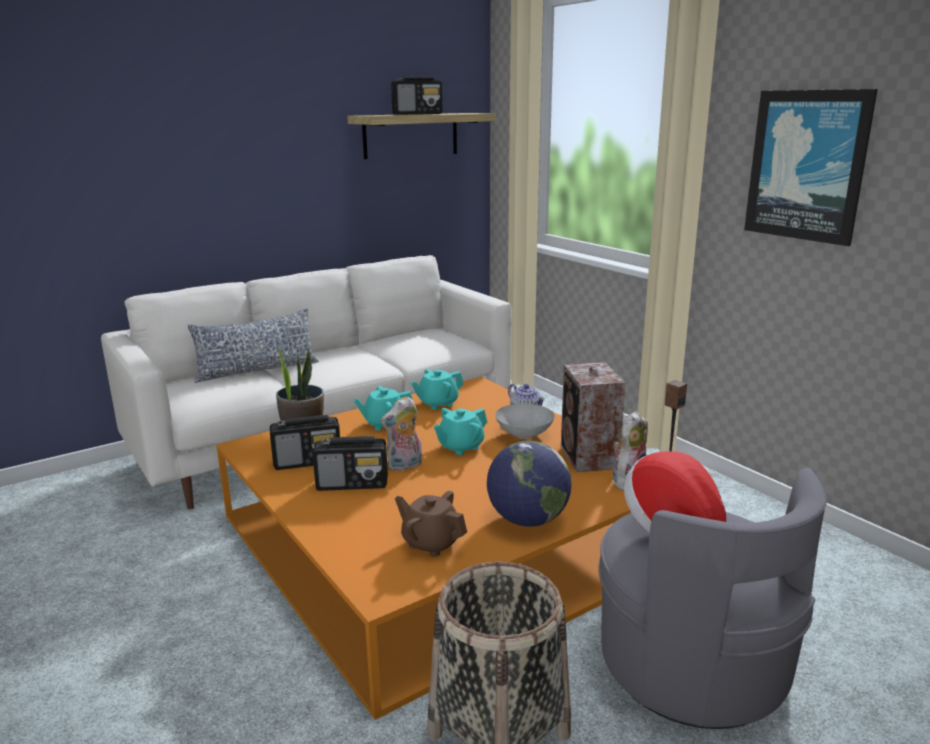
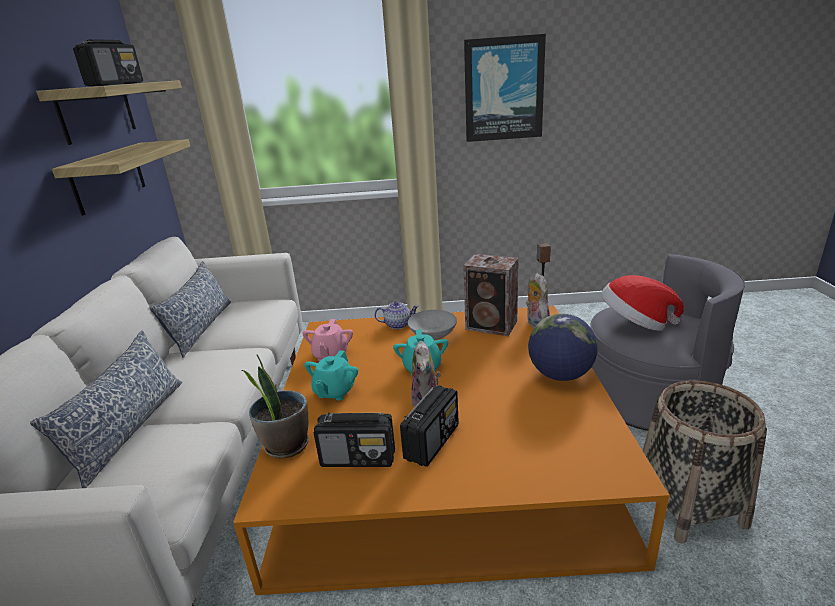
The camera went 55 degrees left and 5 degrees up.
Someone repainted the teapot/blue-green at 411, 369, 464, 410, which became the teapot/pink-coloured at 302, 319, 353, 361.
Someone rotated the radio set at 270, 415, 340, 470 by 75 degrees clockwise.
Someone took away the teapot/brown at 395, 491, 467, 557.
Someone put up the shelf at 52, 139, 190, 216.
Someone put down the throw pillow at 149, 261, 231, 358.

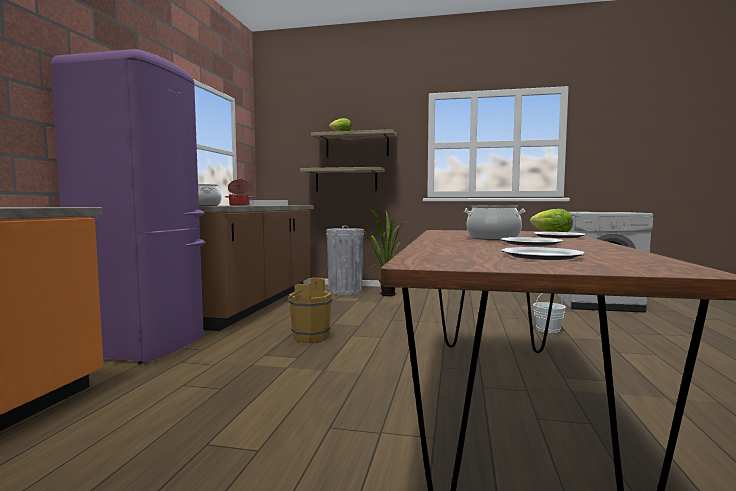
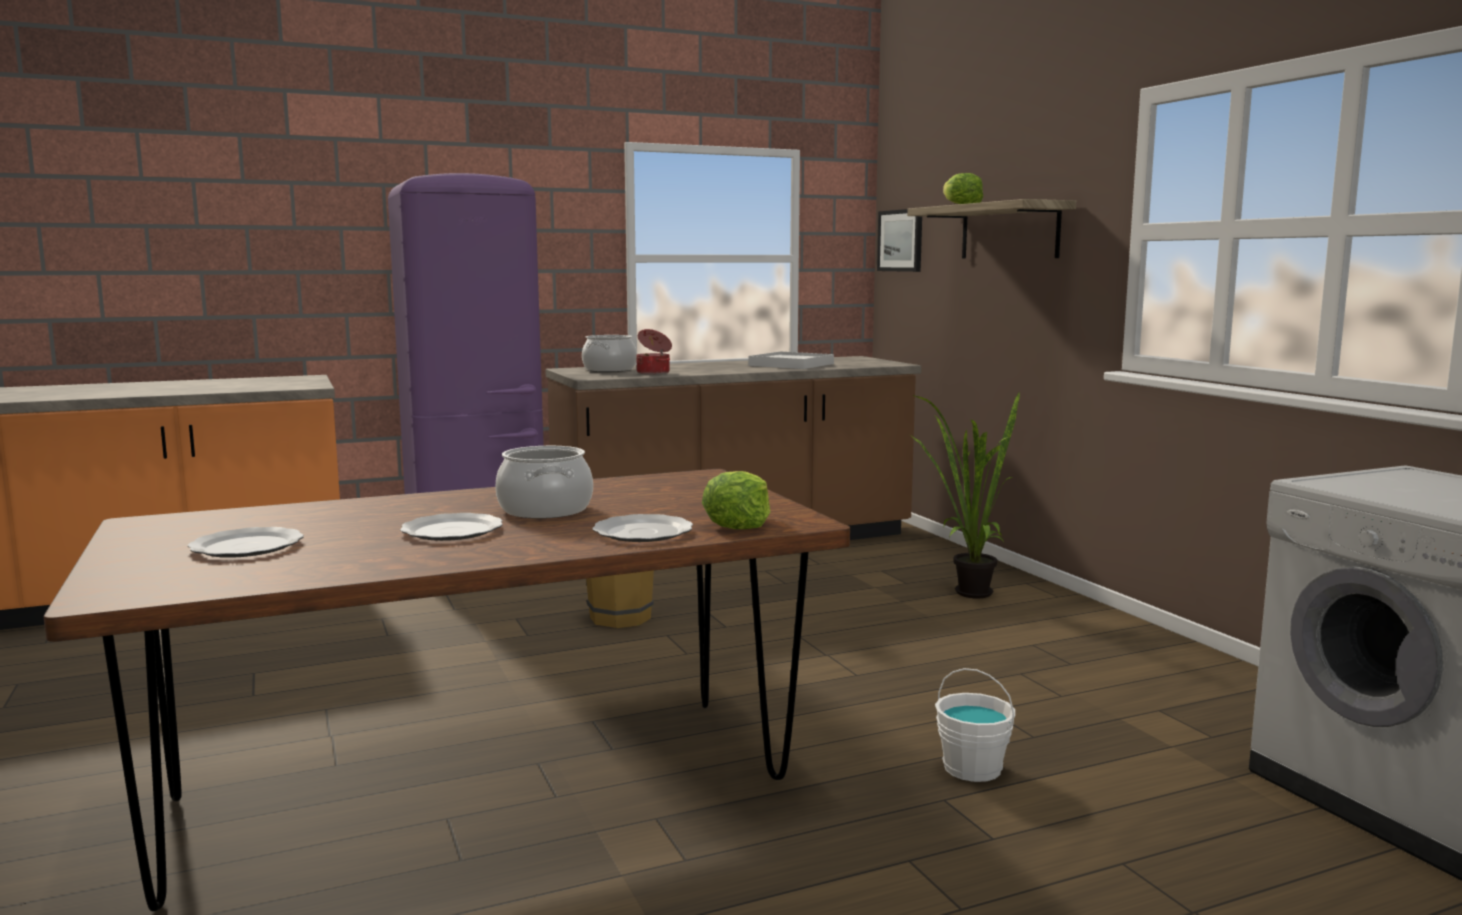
The camera went 55 degrees right and 5 degrees up.
Someone took away the shelf at 300, 167, 385, 191.
Someone took away the waste bin/gray at 326, 226, 364, 295.
Someone put up the wall art at 877, 209, 922, 272.

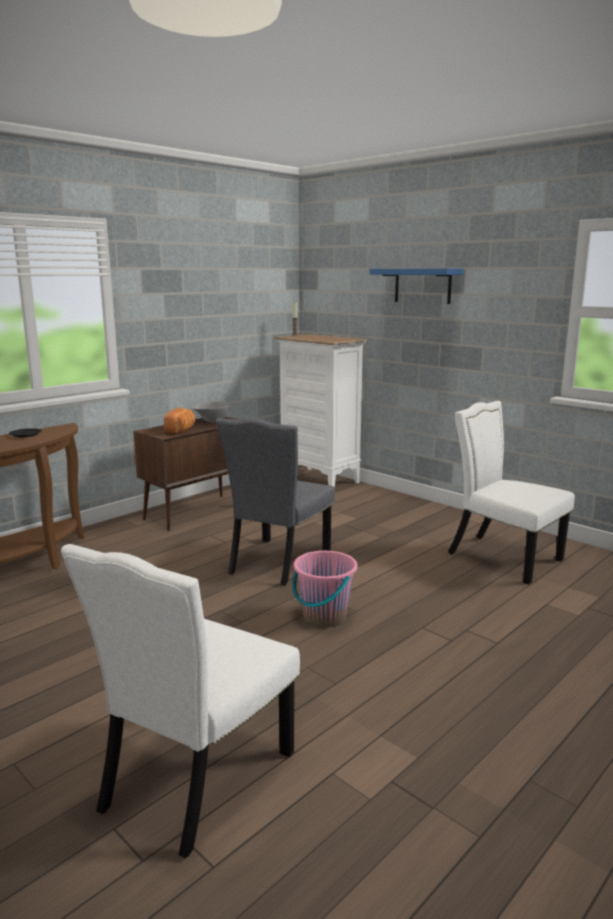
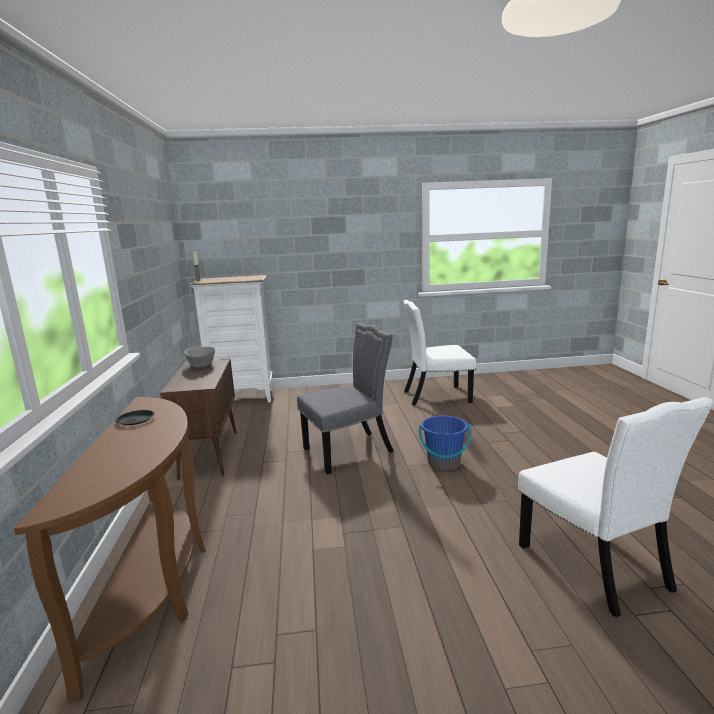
The camera went 50 degrees left and 0 degrees up.
Someone took away the shelf/blue at 369, 268, 463, 304.
Someone took away the bread at 164, 408, 195, 433.
Someone rotated the upright chair/gray at 216, 418, 335, 586 by 90 degrees counterclockwise.
Someone repainted the bucket/pink-coloured at 292, 551, 358, 627, which became the bucket/blue at 419, 415, 471, 470.

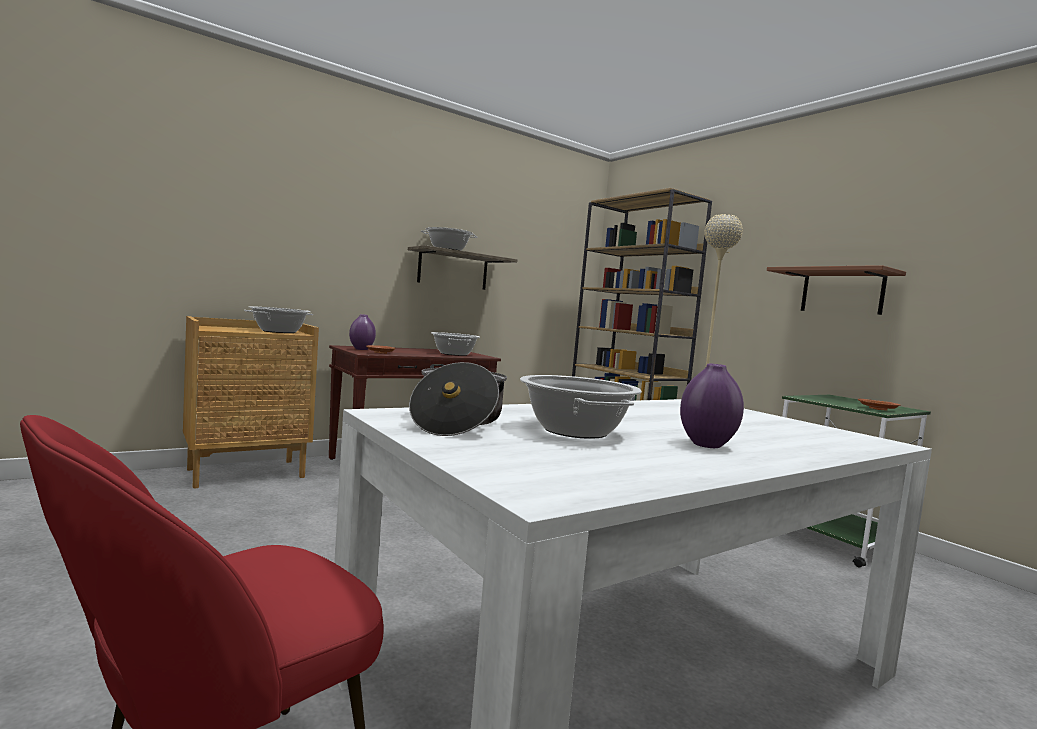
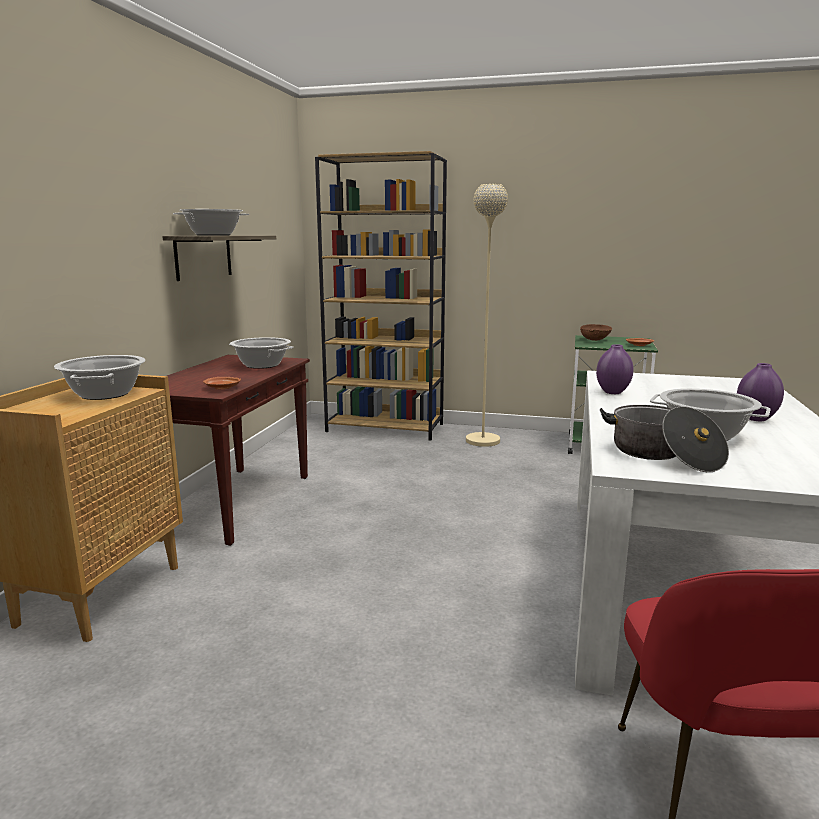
The camera went 40 degrees left and 10 degrees up.
Someone took away the shelf/brown at 767, 265, 906, 315.
Someone carried the decorative vase/purple-coloured from 349, 314, 376, 350 to 596, 344, 634, 394.
Someone put down the serving bowl/brown at 580, 324, 613, 341.

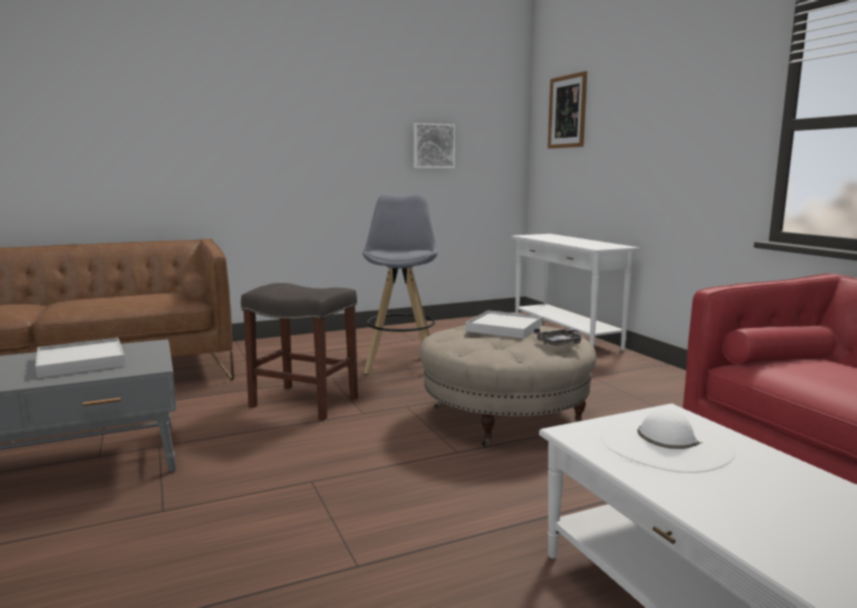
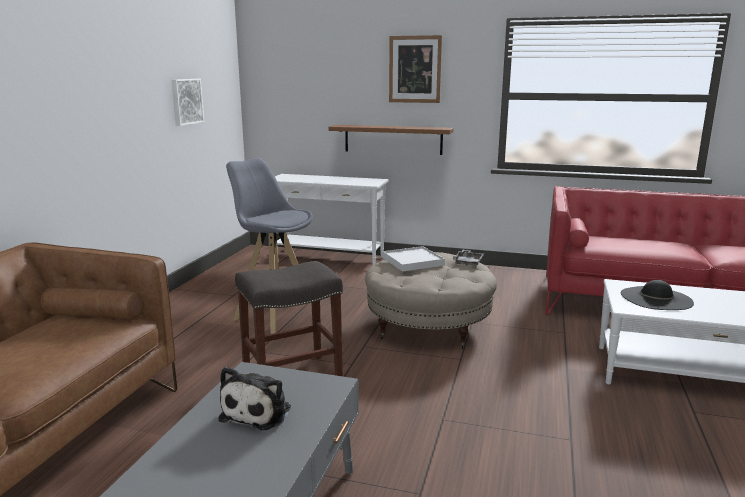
The camera went 50 degrees left and 5 degrees up.
Someone carried the wall art from 548, 71, 587, 149 to 389, 35, 442, 103.
Someone swapped the tray/white at 35, 338, 125, 378 for the plush toy at 218, 367, 291, 430.
Someone repainted the hat/white at 601, 408, 735, 473, which became the hat/black at 620, 280, 694, 310.
Someone put up the shelf/brown at 328, 125, 453, 155.

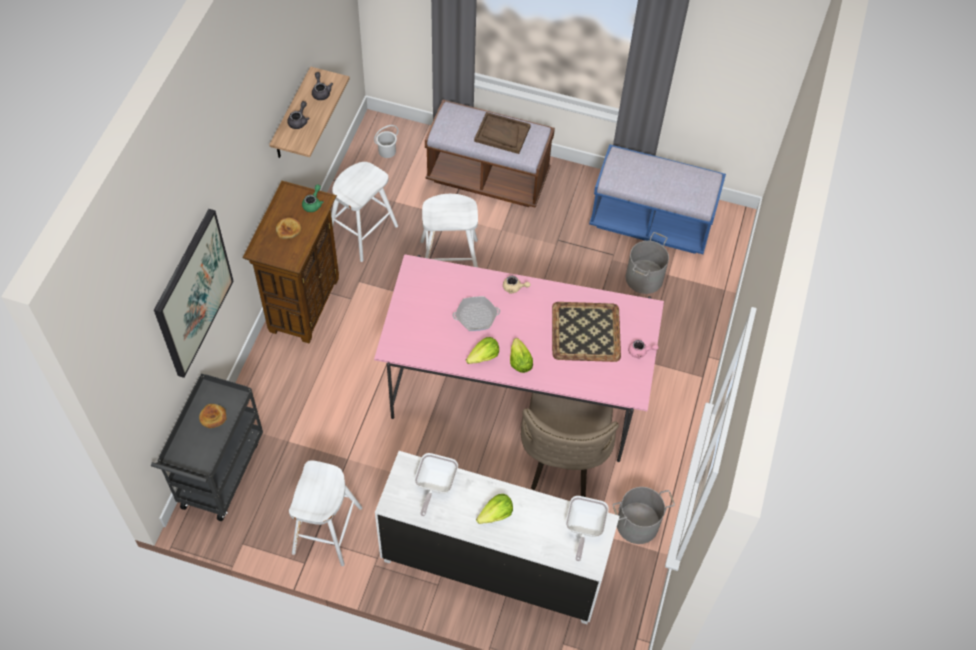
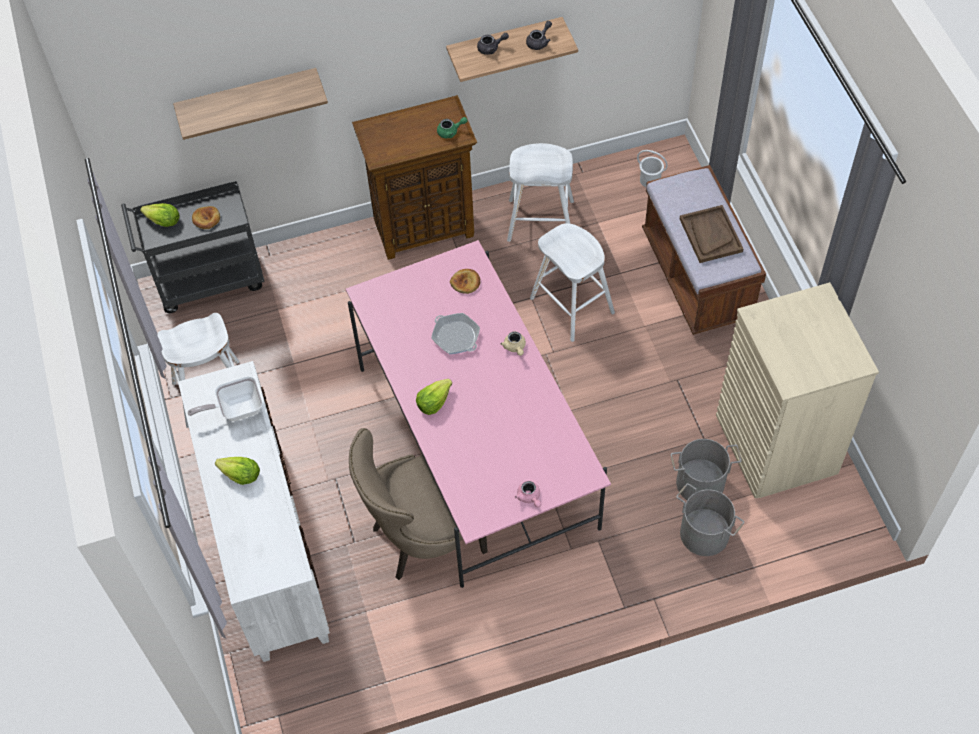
The camera went 60 degrees right and 0 degrees up.
Someone swapped the bench/blue at 589, 144, 726, 254 for the drawer chest/beige-coloured at 716, 282, 879, 498.
Someone swapped the wall art at 154, 209, 233, 378 for the shelf at 173, 68, 328, 140.
Someone carried the bread from 276, 217, 301, 239 to 450, 269, 480, 294.
Someone took away the tray at 552, 302, 621, 362.
Someone carried the lettuce from 466, 337, 499, 364 to 140, 203, 180, 227.
Someone carried the bucket/gray from 613, 487, 675, 544 to 676, 483, 744, 556.
Someone took away the pan at 566, 496, 608, 561.

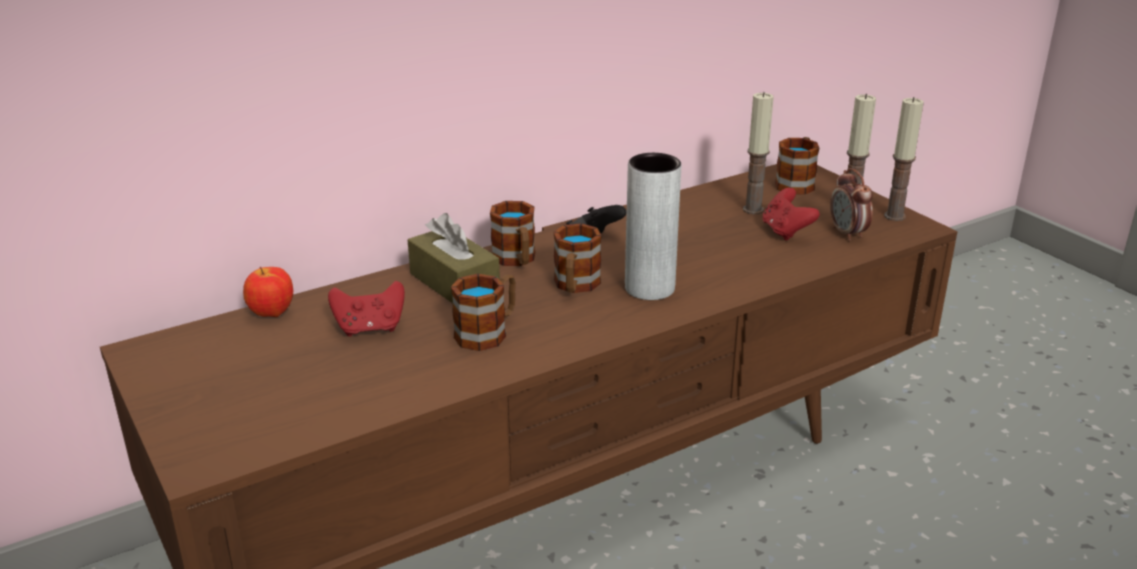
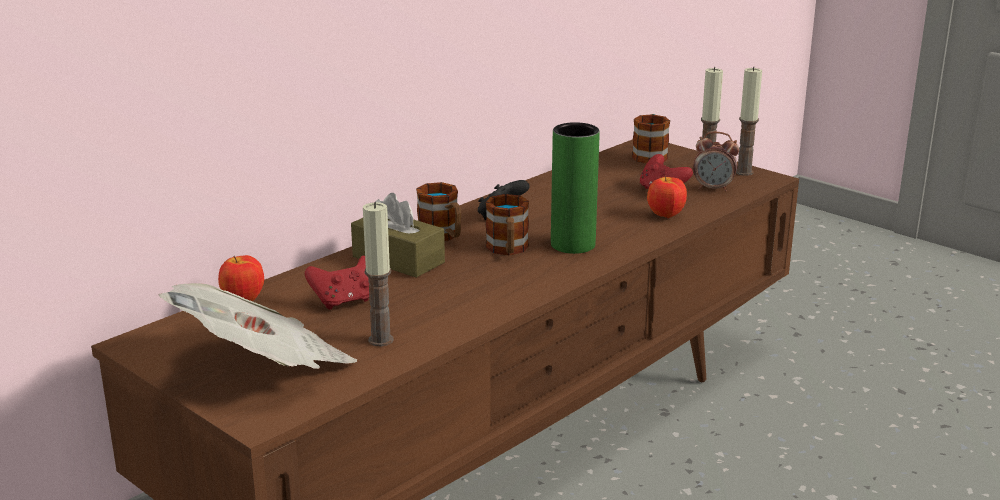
The camera went 15 degrees left and 5 degrees down.
Someone carried the candle from 743, 92, 774, 214 to 363, 202, 394, 346.
Someone repainted the decorative vase/gray at 625, 153, 681, 300, which became the decorative vase/green at 551, 122, 600, 254.
Someone rotated the bedside clock at 830, 168, 873, 241 by 45 degrees counterclockwise.
Someone took away the mug at 451, 274, 516, 351.
Someone put down the whole apple at 647, 175, 687, 218.
Someone put down the printed paper at 158, 283, 357, 369.

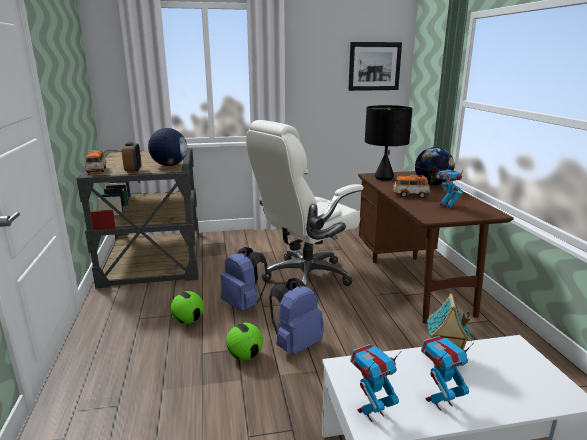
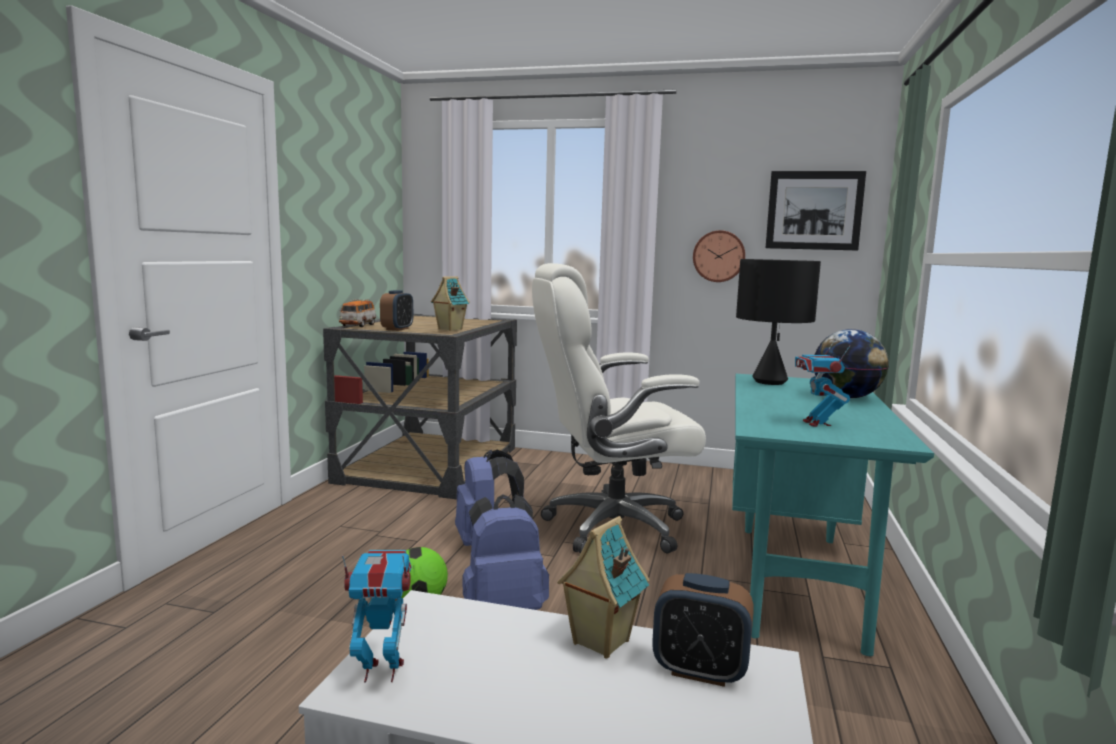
The camera went 25 degrees right and 10 degrees down.
Someone swapped the world globe at 148, 128, 187, 166 for the model house at 431, 276, 470, 331.
Someone repainted the desk table/brown at 358, 171, 514, 324, which became the desk table/blue-green at 732, 374, 934, 656.
Someone took away the toy car at 393, 175, 430, 198.
Someone took away the ball for football at 171, 291, 204, 324.
Someone took away the toy robot at 421, 336, 474, 411.
Someone put up the wall clock at 693, 230, 745, 282.
Someone put down the bedside clock at 652, 573, 754, 687.

